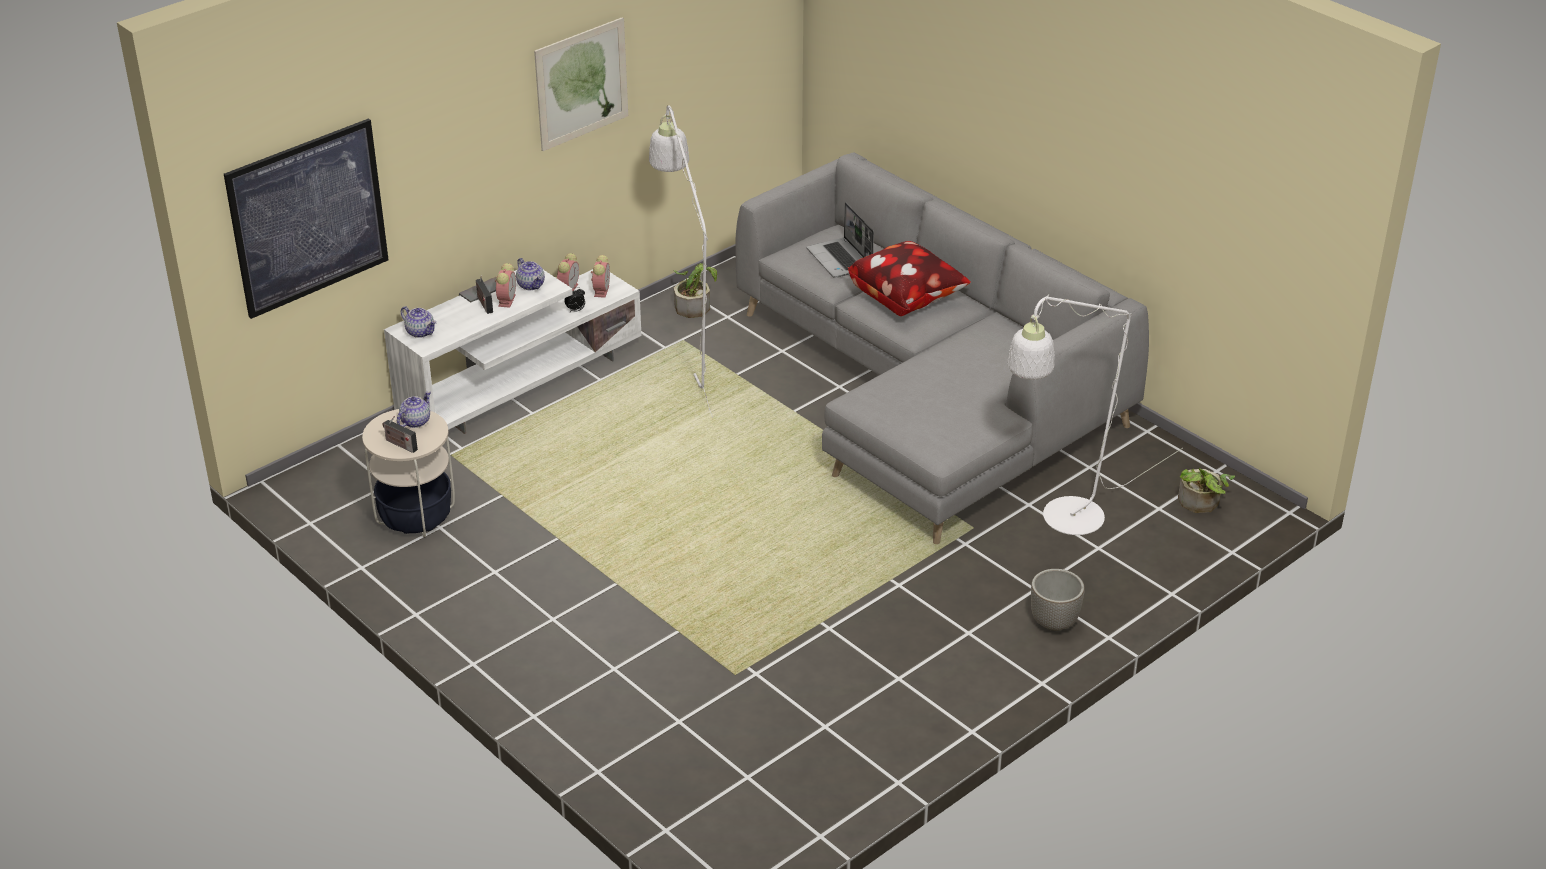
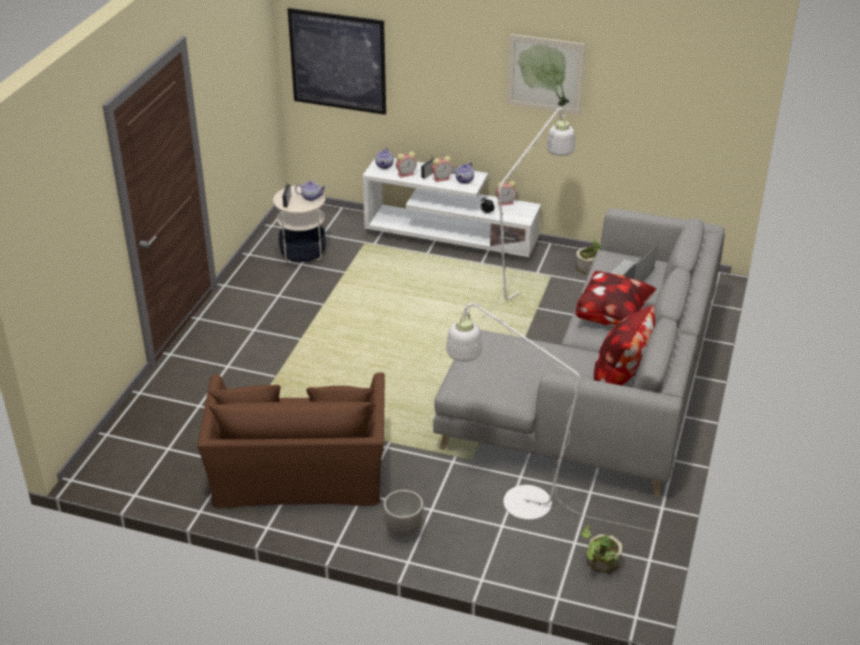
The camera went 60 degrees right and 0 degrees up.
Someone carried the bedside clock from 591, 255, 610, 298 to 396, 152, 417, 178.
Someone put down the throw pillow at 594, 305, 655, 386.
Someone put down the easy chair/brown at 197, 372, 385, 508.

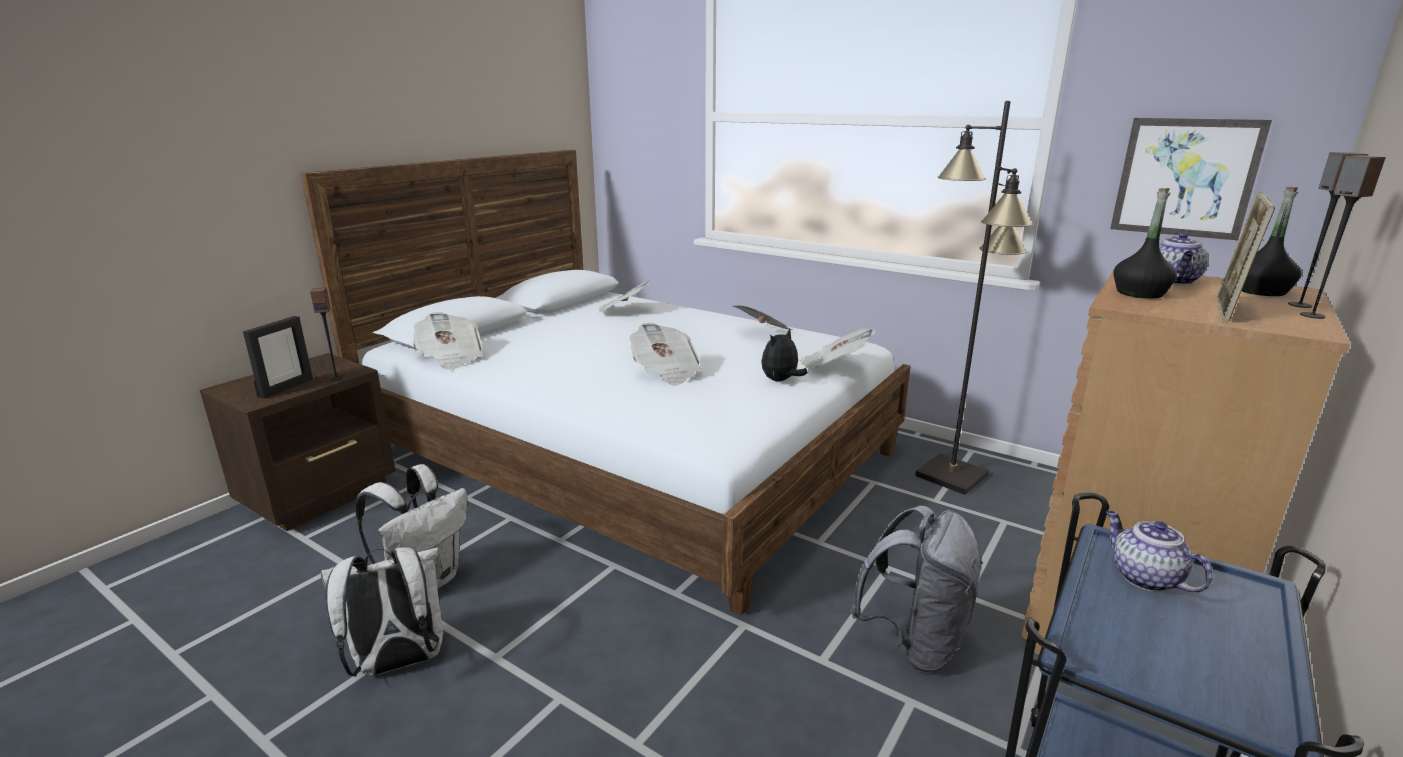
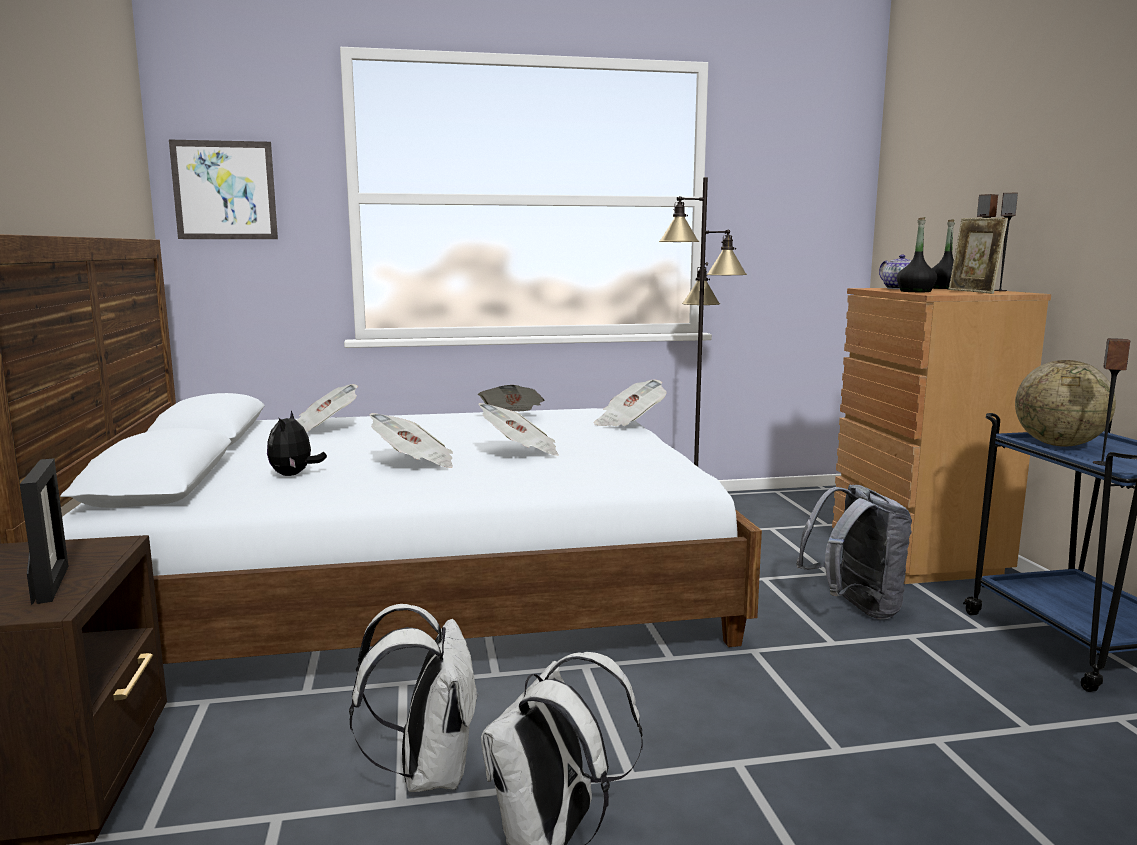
The camera went 45 degrees left and 10 degrees down.
Someone carried the wall art from 1110, 118, 1272, 240 to 169, 140, 278, 239.
Someone carried the loudspeaker from 310, 288, 343, 381 to 1093, 338, 1130, 466.
Someone carried the printed paper from 413, 312, 483, 370 to 369, 413, 453, 468.
Someone carried the plush toy from 761, 328, 808, 381 to 267, 411, 327, 476.
Someone swapped the teapot at 1106, 511, 1213, 592 for the world globe at 1015, 360, 1116, 446.

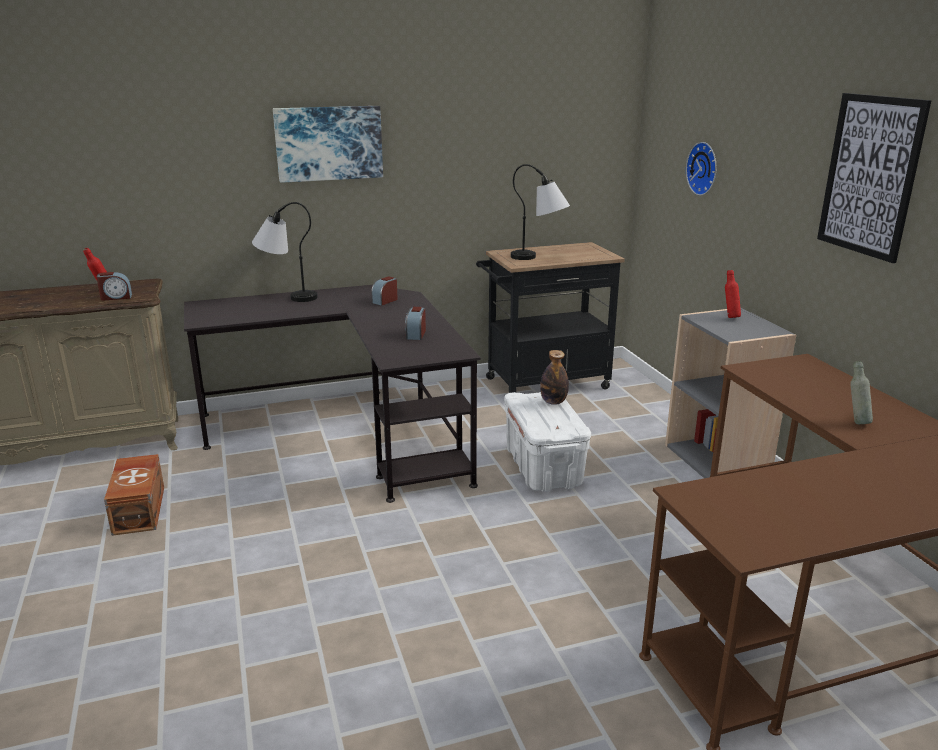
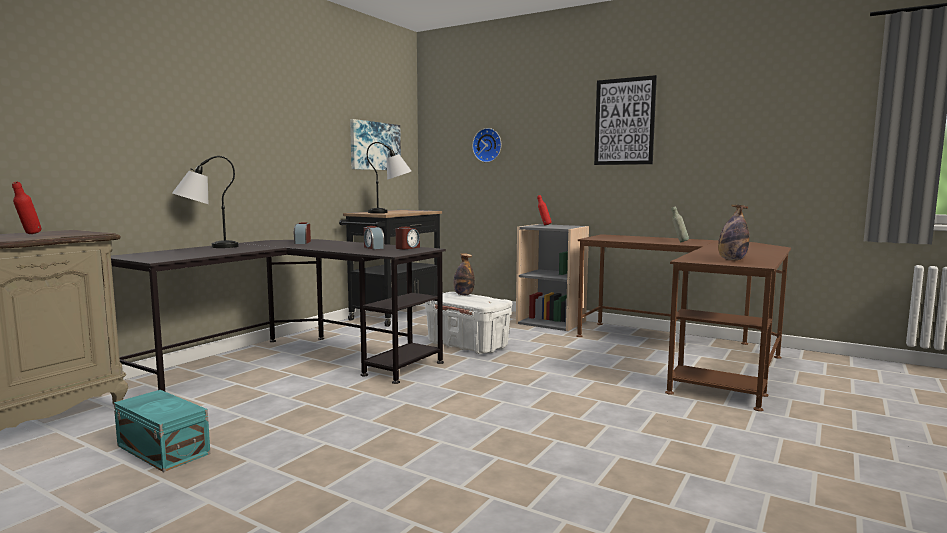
The camera went 40 degrees left and 15 degrees down.
Someone carried the wall art from 273, 106, 383, 183 to 350, 119, 401, 170.
Someone carried the bedside clock from 97, 272, 132, 301 to 396, 227, 420, 249.
Someone repainted the storage bin/brown at 104, 454, 164, 536, which became the storage bin/blue-green at 114, 390, 210, 472.
Someone put down the beverage bottle at 718, 205, 749, 260.

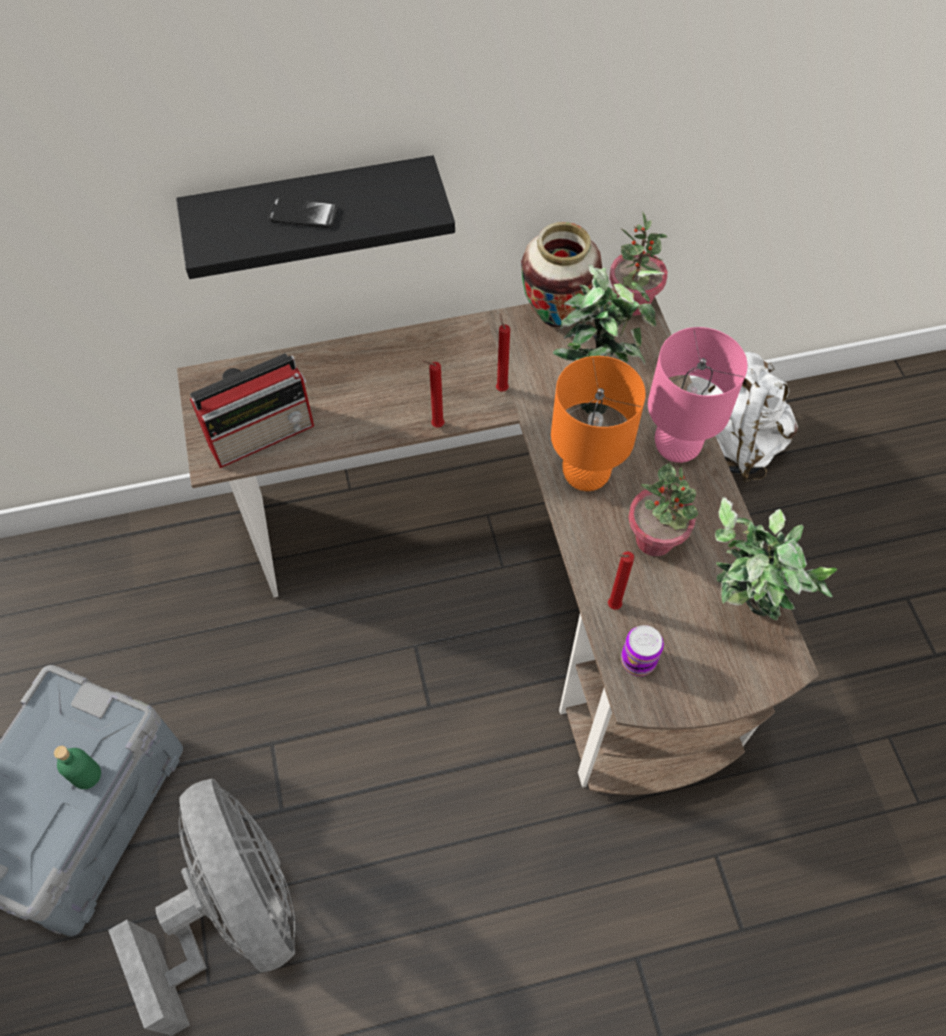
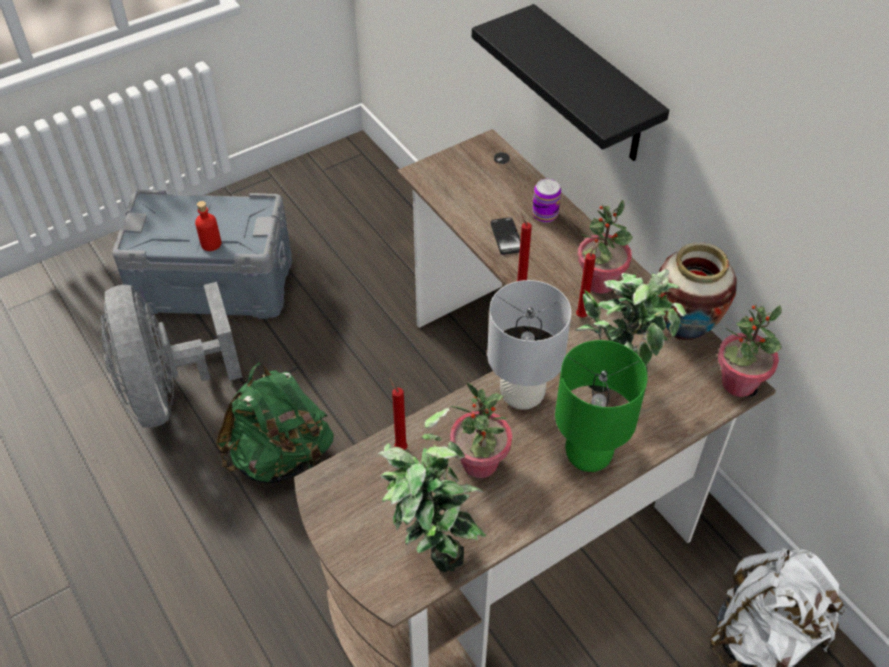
The camera went 70 degrees right and 10 degrees down.
Someone carried the phone from 268, 197, 338, 228 to 491, 218, 521, 255.
Someone repainted the table lamp/pink-coloured at 648, 327, 748, 463, which became the table lamp/green at 555, 340, 648, 472.
Someone took away the radio set at 190, 353, 314, 468.
Someone repainted the table lamp/orangey at 551, 356, 646, 491, which became the table lamp/gray at 487, 280, 571, 410.
Someone carried the sealed can from 621, 625, 664, 676 to 532, 179, 561, 223.
Someone repainted the beverage bottle/green at 54, 746, 101, 789, which became the beverage bottle/red-coloured at 195, 201, 221, 251.
Someone rotated the cooling fan/gray at 108, 779, 295, 1036 by 120 degrees clockwise.
Someone put down the plant in a pot at 577, 200, 633, 293.
Someone put down the backpack/green at 216, 362, 334, 483.

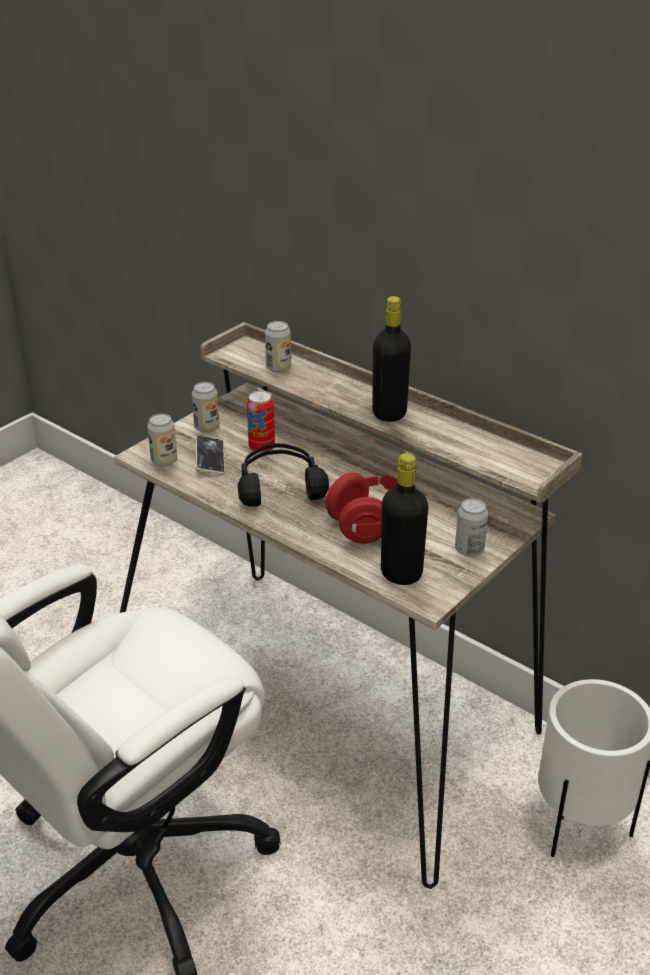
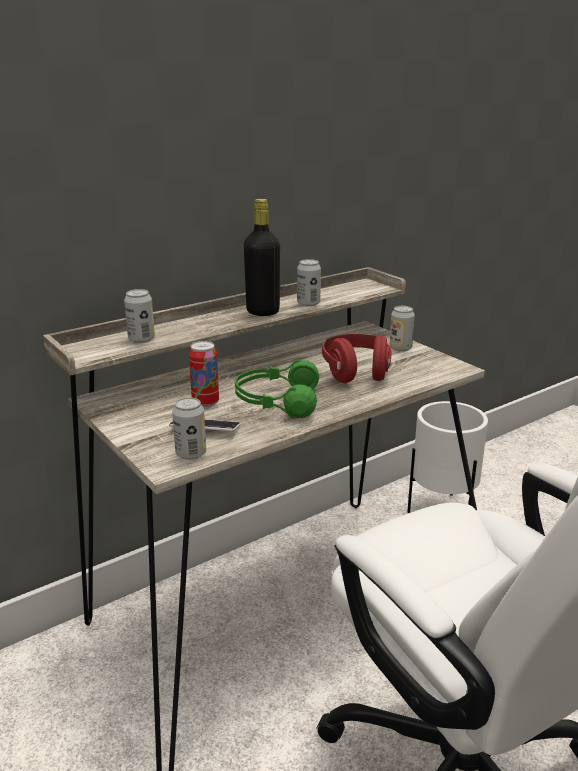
The camera went 75 degrees left and 10 degrees down.
Someone carried the sealed can from 192, 382, 219, 433 to 297, 259, 321, 307.
Someone repainted the headphones/black at 238, 443, 329, 507, which became the headphones/green at 235, 359, 319, 418.
Someone took away the beverage bottle/black at 381, 453, 428, 585.

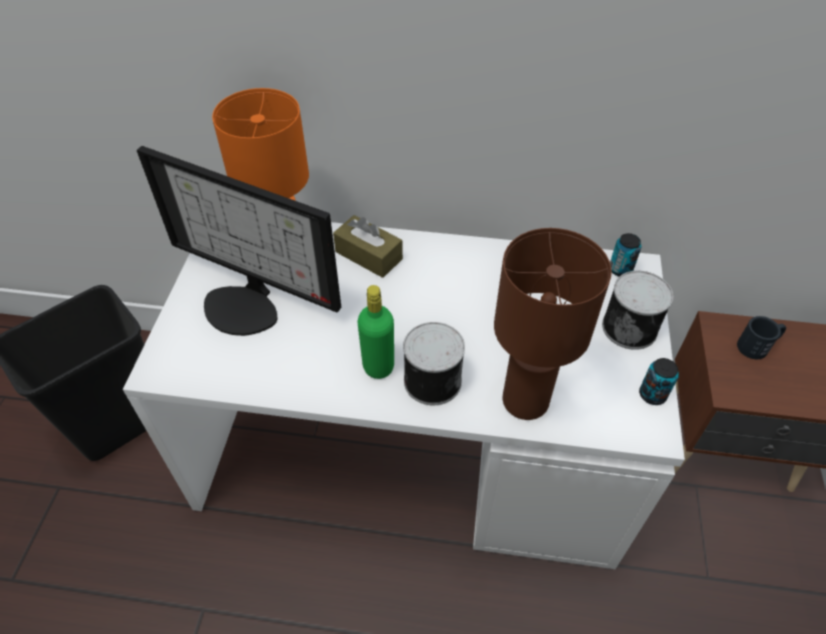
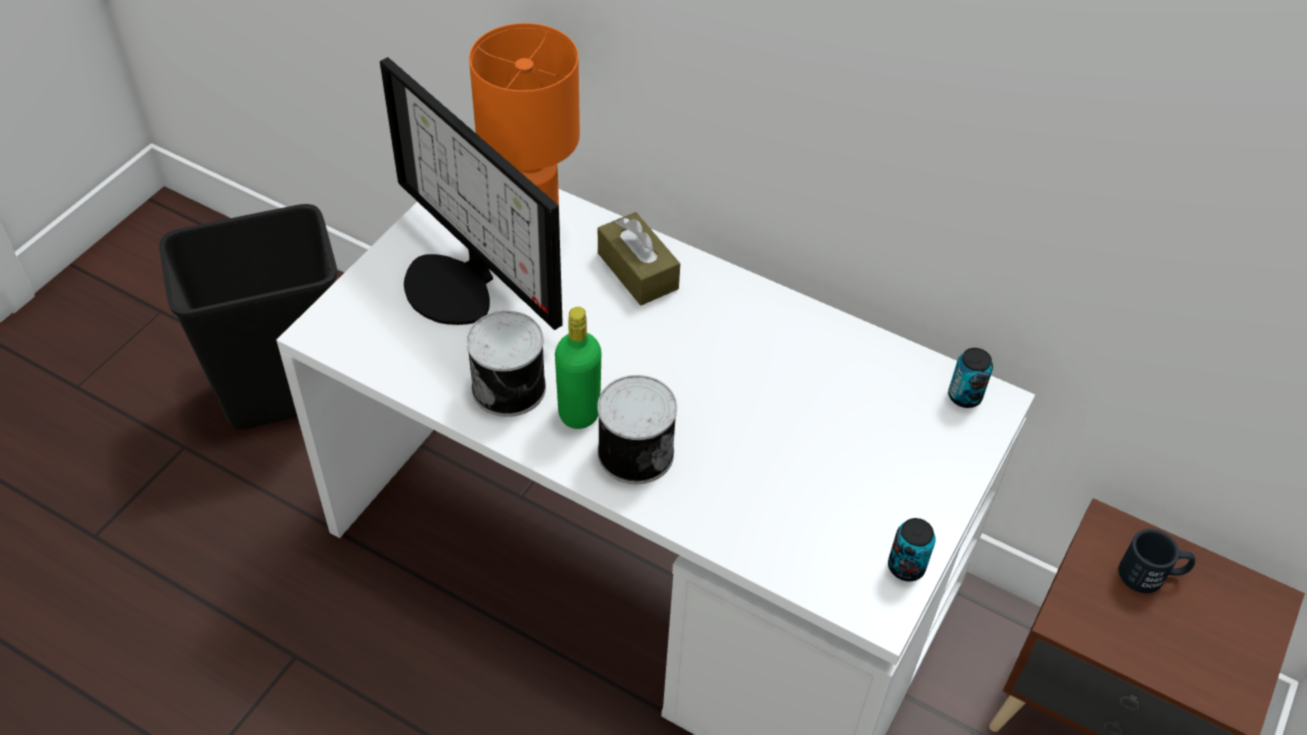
The camera went 20 degrees right and 0 degrees up.
Someone took away the table lamp/brown at 494, 228, 612, 420.
Someone carried the sealed can from 602, 271, 673, 350 to 466, 311, 546, 417.

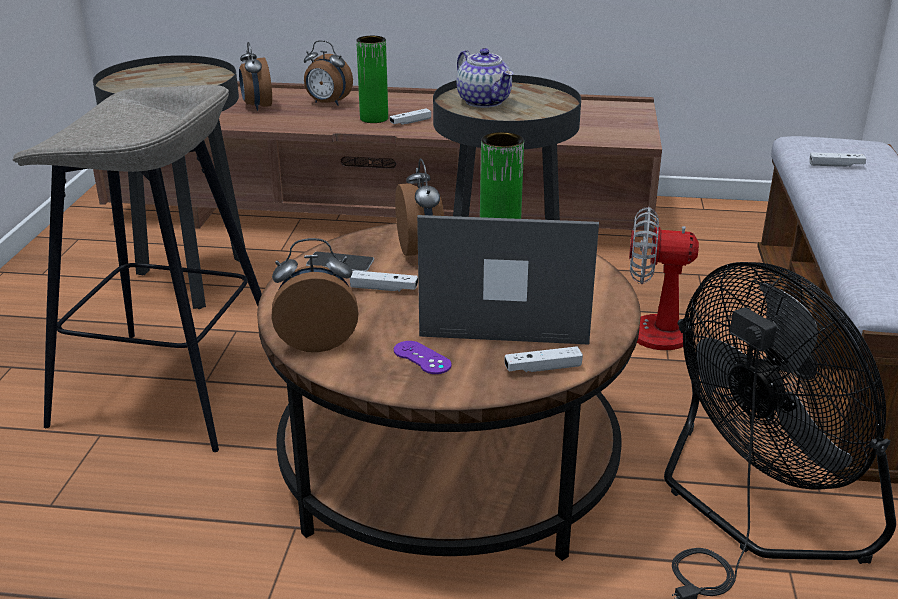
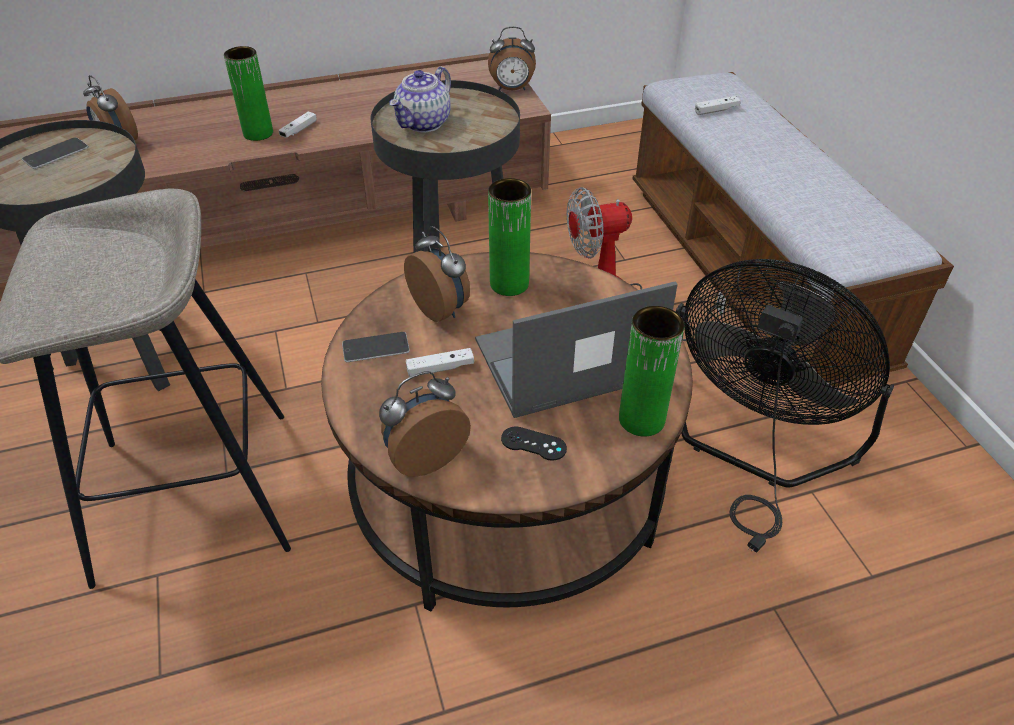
The camera went 25 degrees left and 15 degrees up.
Someone carried the bedside clock from 304, 40, 353, 105 to 488, 27, 536, 90.
Someone rotated the teapot at 456, 48, 513, 108 by 90 degrees clockwise.
Someone repainted the game controller/purple-coloured at 394, 341, 452, 374, which became the game controller/black at 501, 426, 567, 461.
Someone swapped the game controller/white at 504, 346, 583, 372 for the decorative vase/green at 619, 306, 684, 437.
Someone put down the phone at 22, 137, 89, 169.

